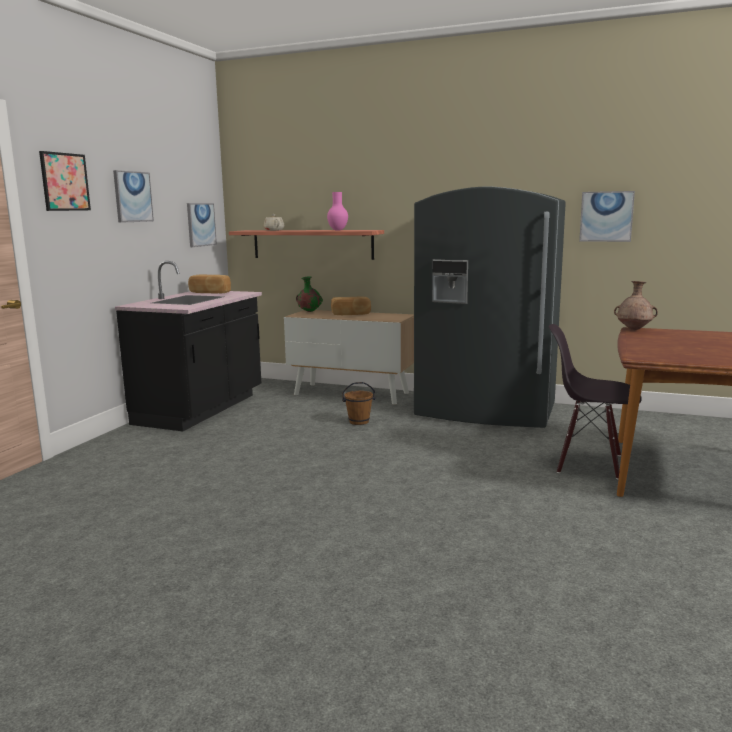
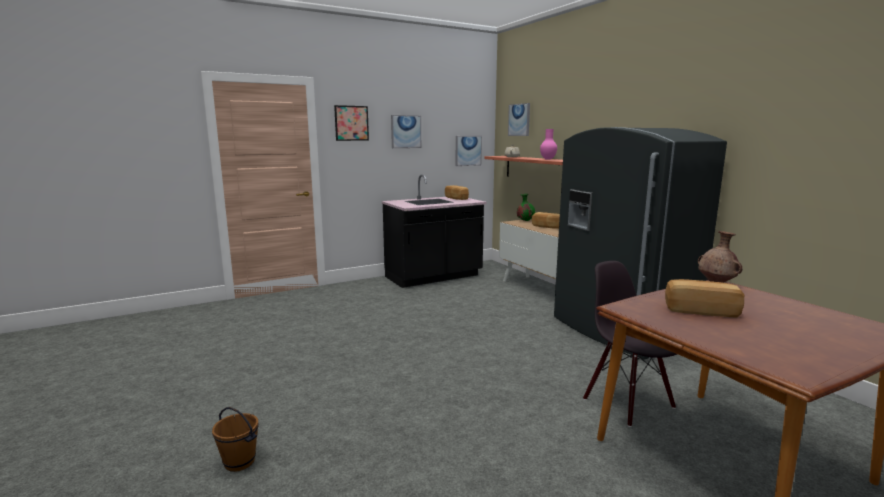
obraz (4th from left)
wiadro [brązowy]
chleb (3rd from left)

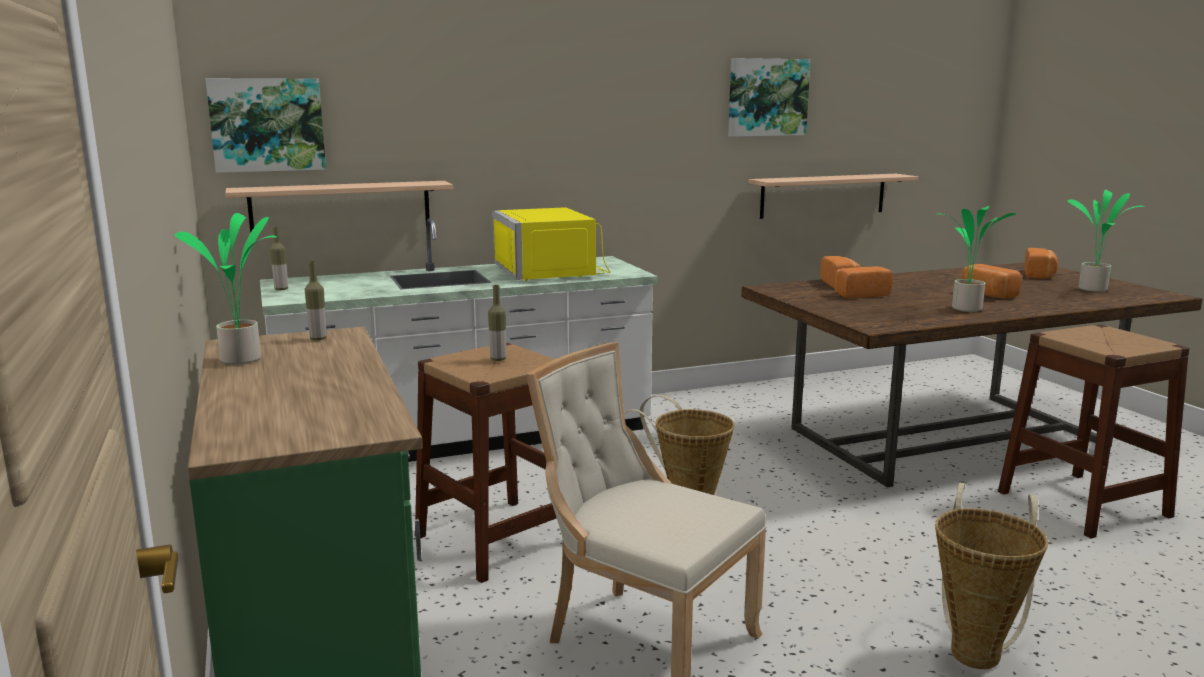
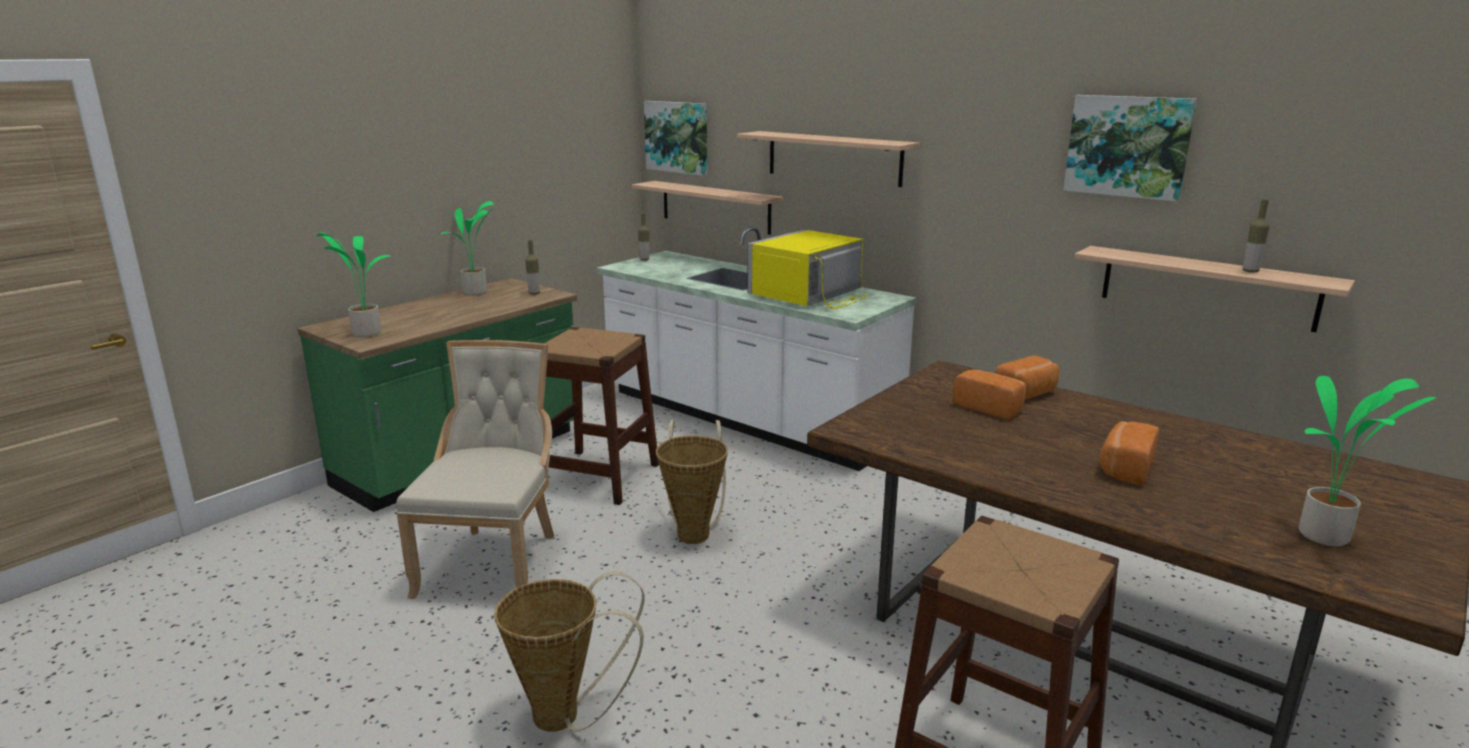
roślina doniczkowa (1st from left)
chleb (4th from left in the first image)
butelka (3rd from left)
półka (2nd from left)

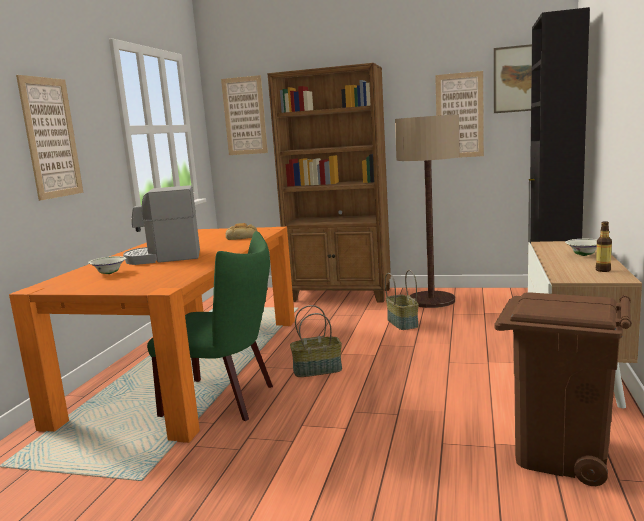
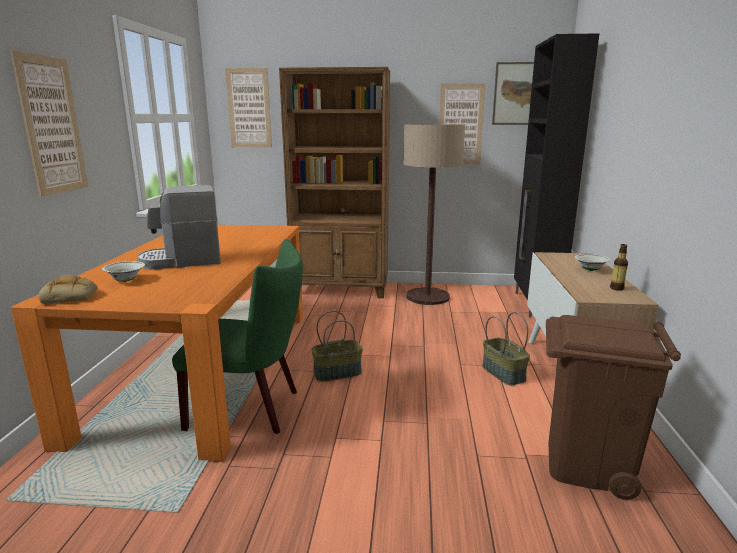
chleb
koszyk (2nd from left)

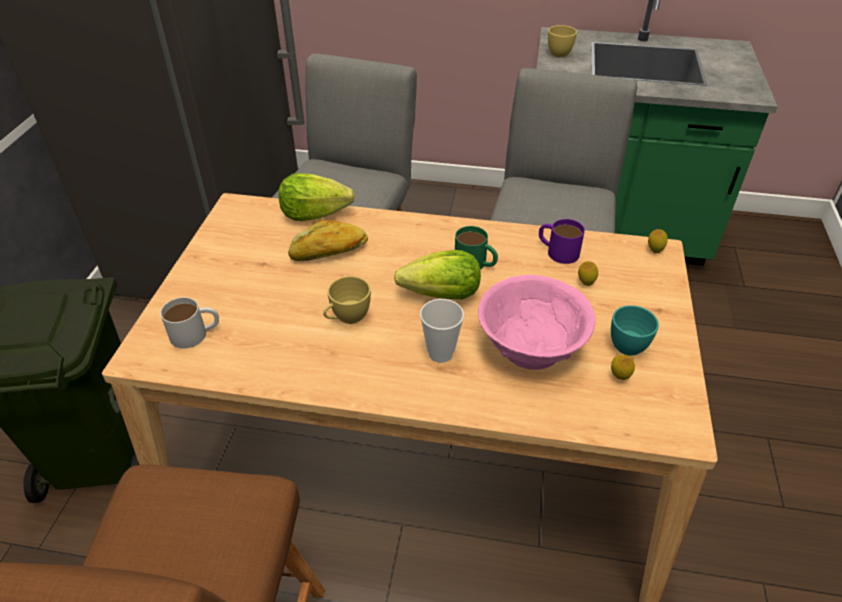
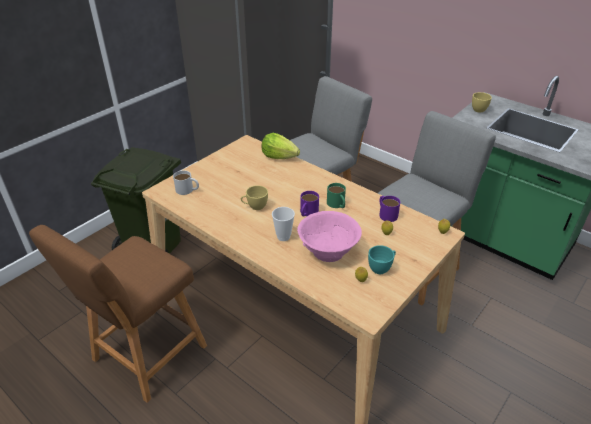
chleb
kubek [fioletowy] (1st from left)

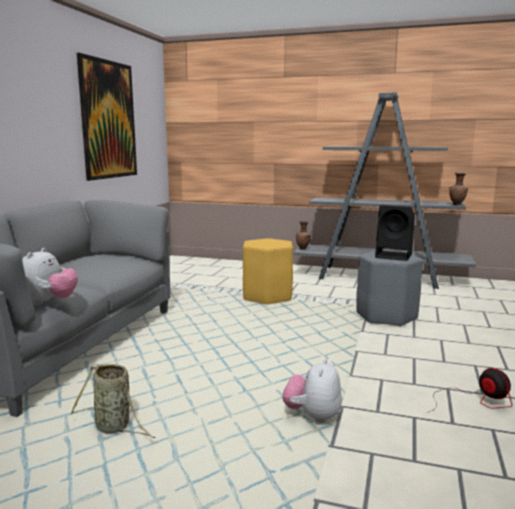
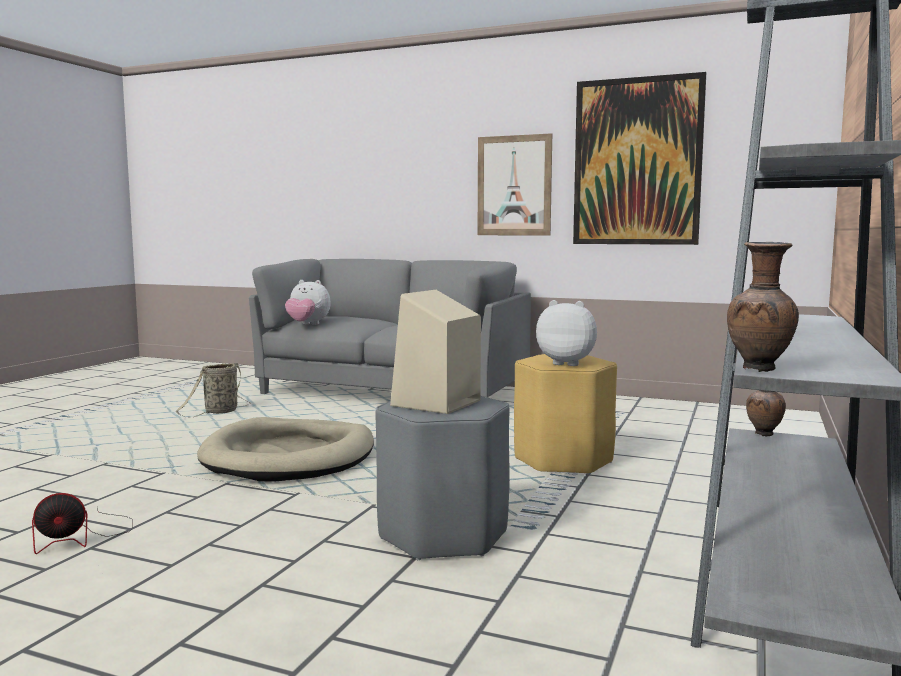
głośnik [beżowy]
pluszak (2nd from left)
obraz (1st from left)
legowisko [beżowy]

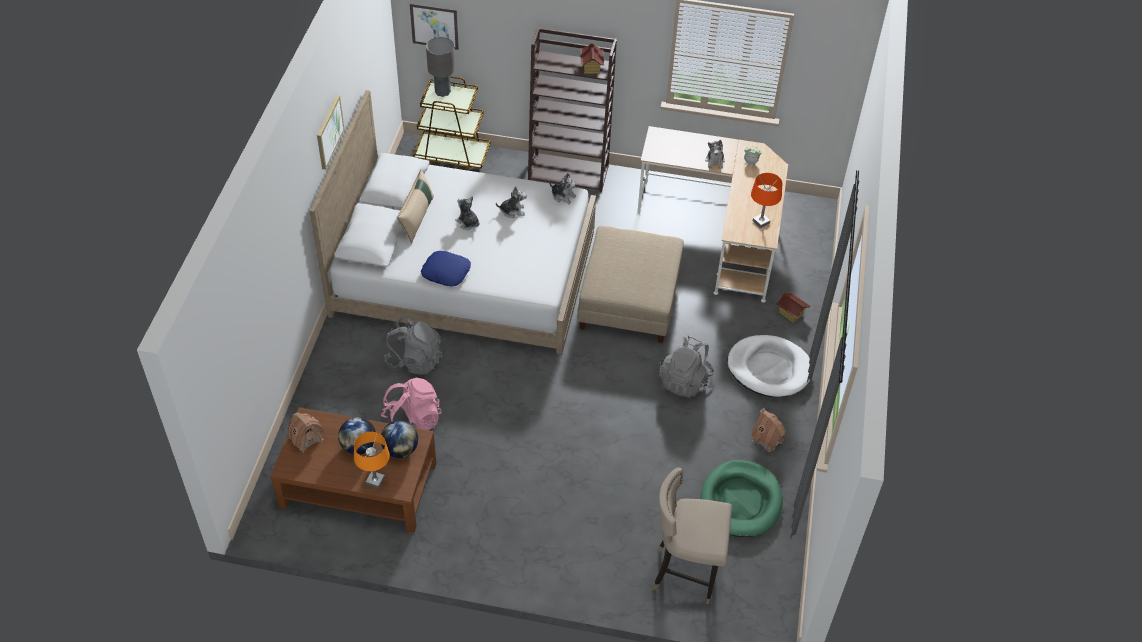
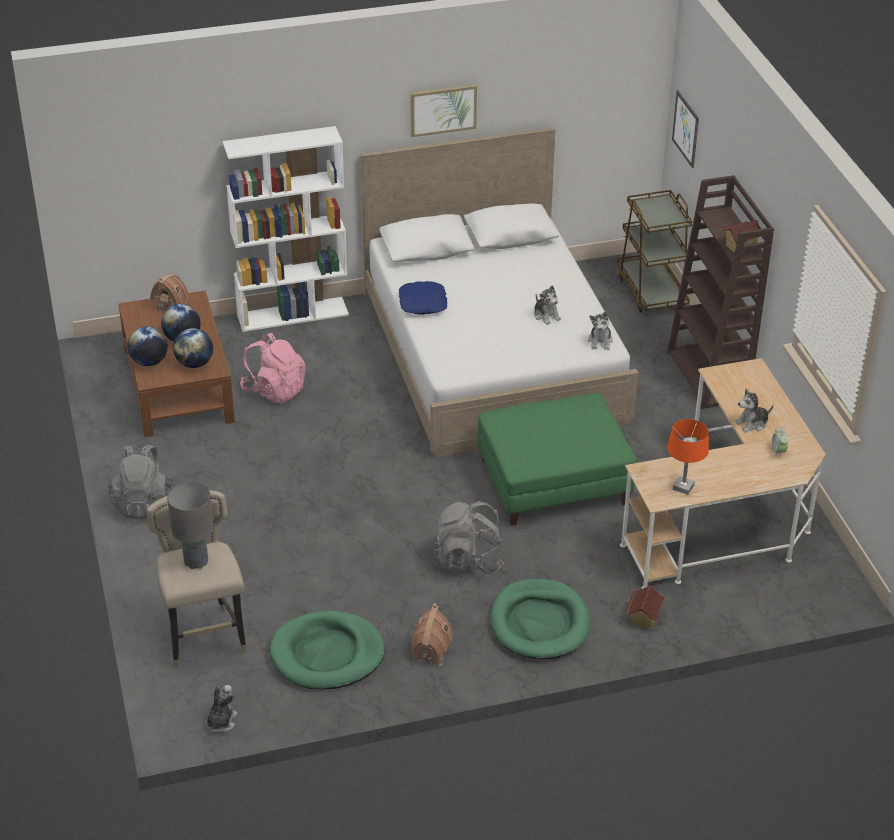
lampa stołowa [szary]
poduszka [beżowy]
pluszak (1st from left)
pufa [zielony]
plecak [szary] (1st from left)
legowisko [zielony] (2nd from left)
globus (1st from left)
regał [biały]

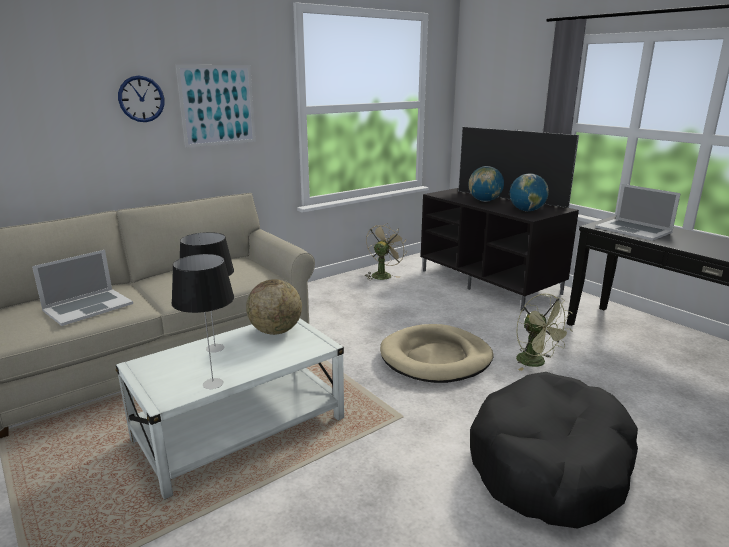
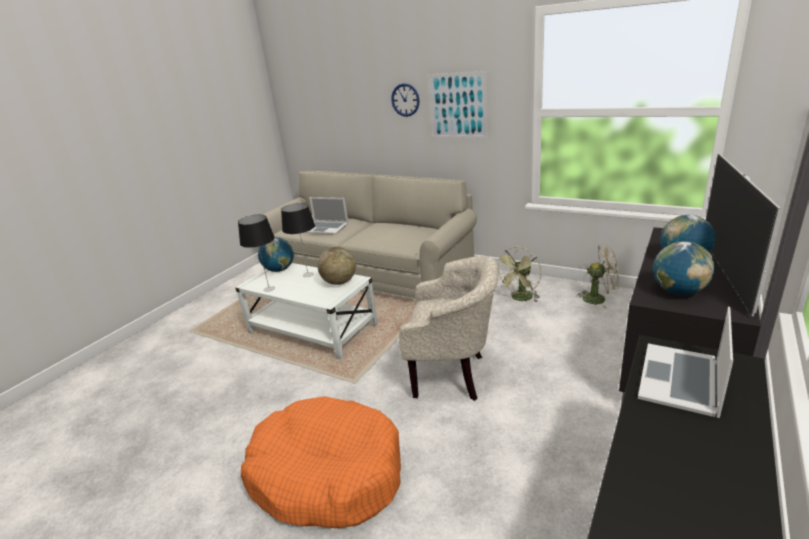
wentylator [zielony]
fotel [beżowy]
legowisko [pomarańczowy]
globus (1st from left)

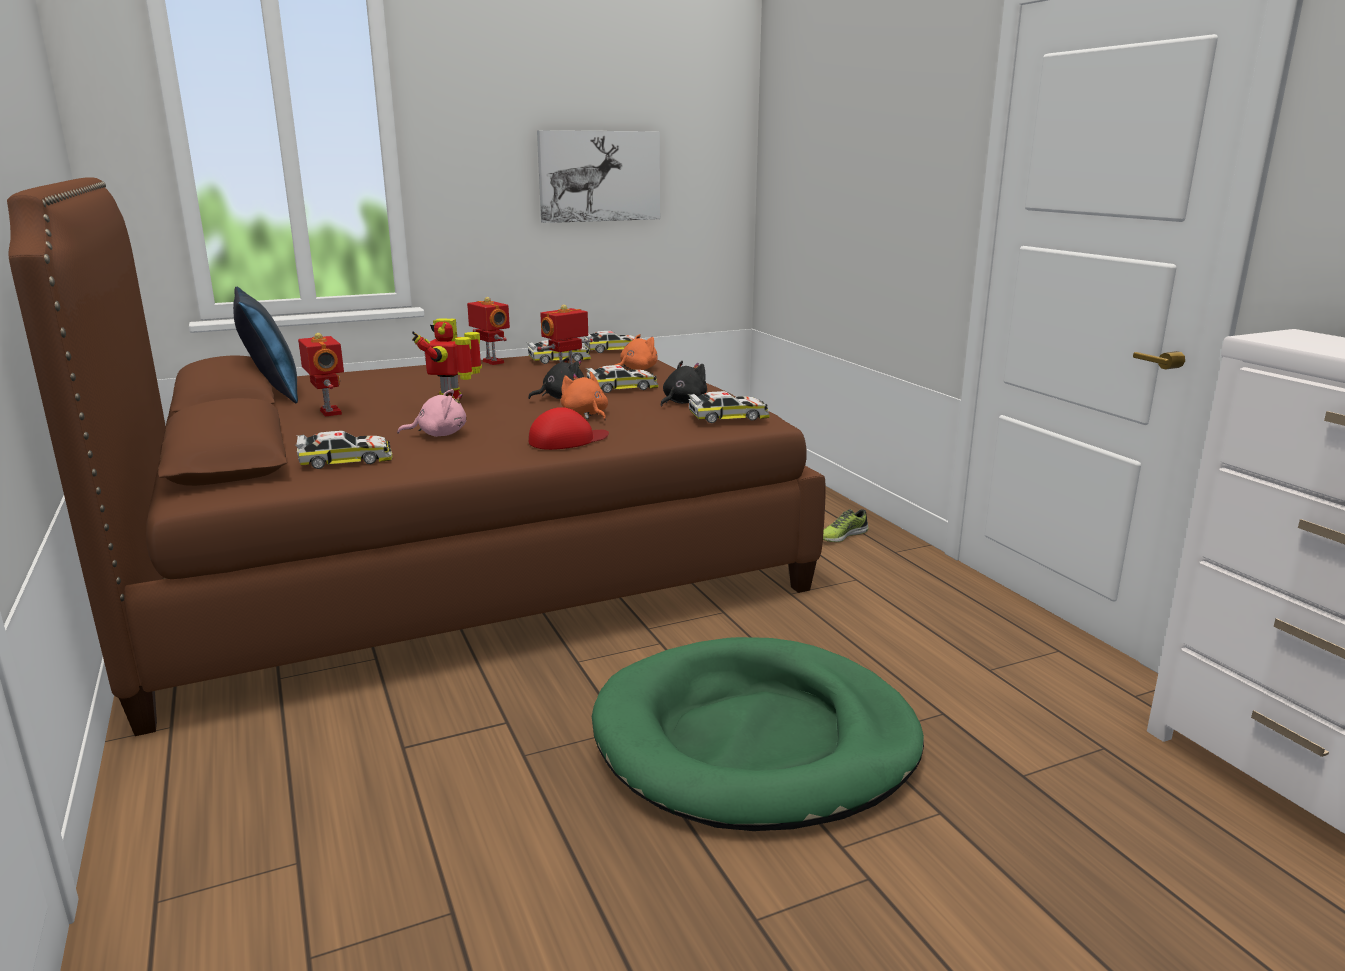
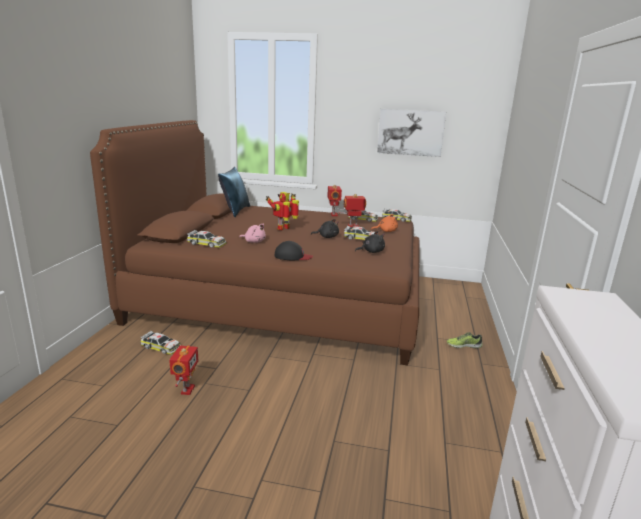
robot zabawkowy (1st from left)
pluszak [pomarańczowy] (1st from left in the first image)
samochodzik (1st from left)
czapka z daszkiem [czarny]
legowisko [zielony]

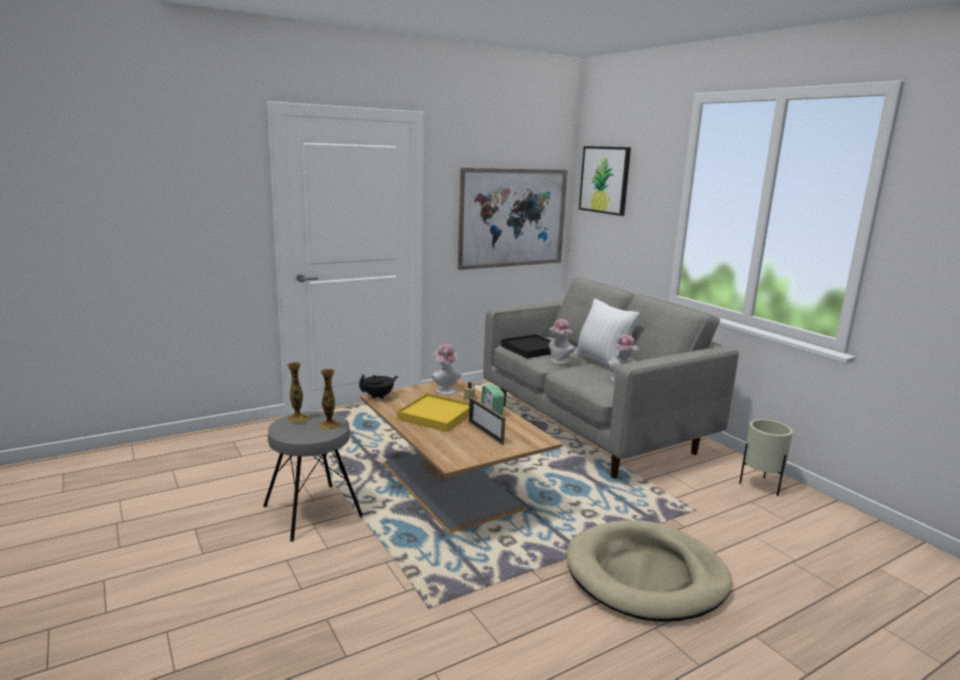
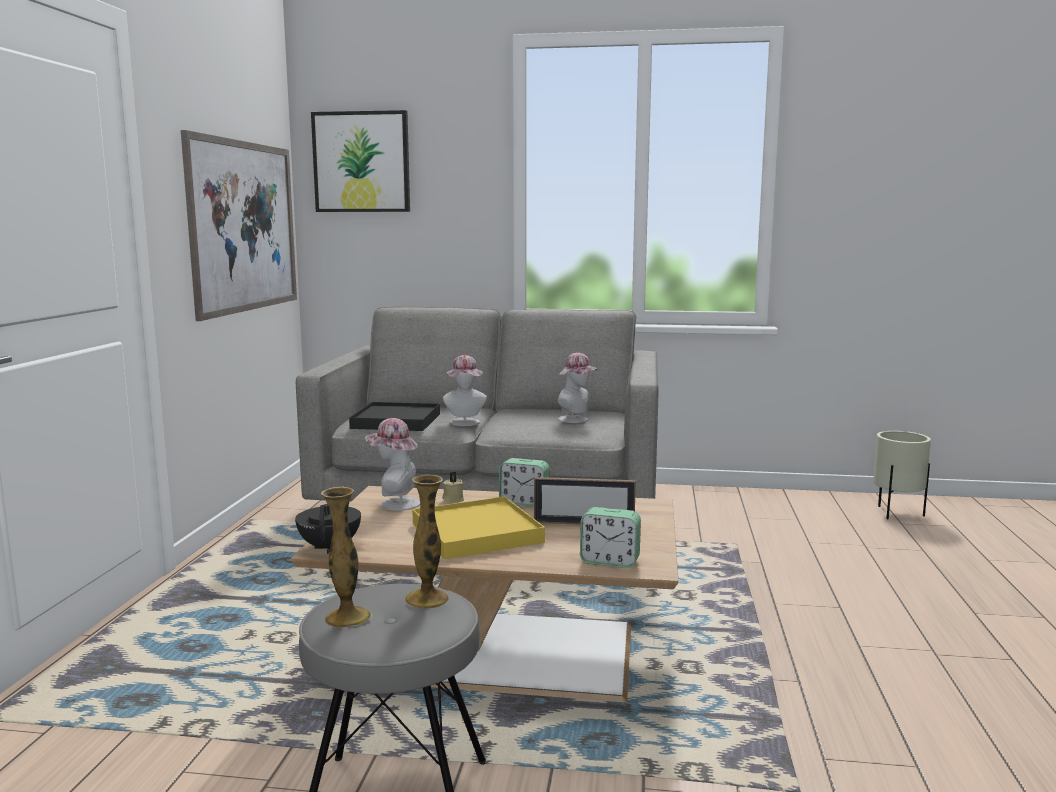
poduszka [biały]
donica [beżowy]
legowisko [beżowy]
budzik (2nd from left)

